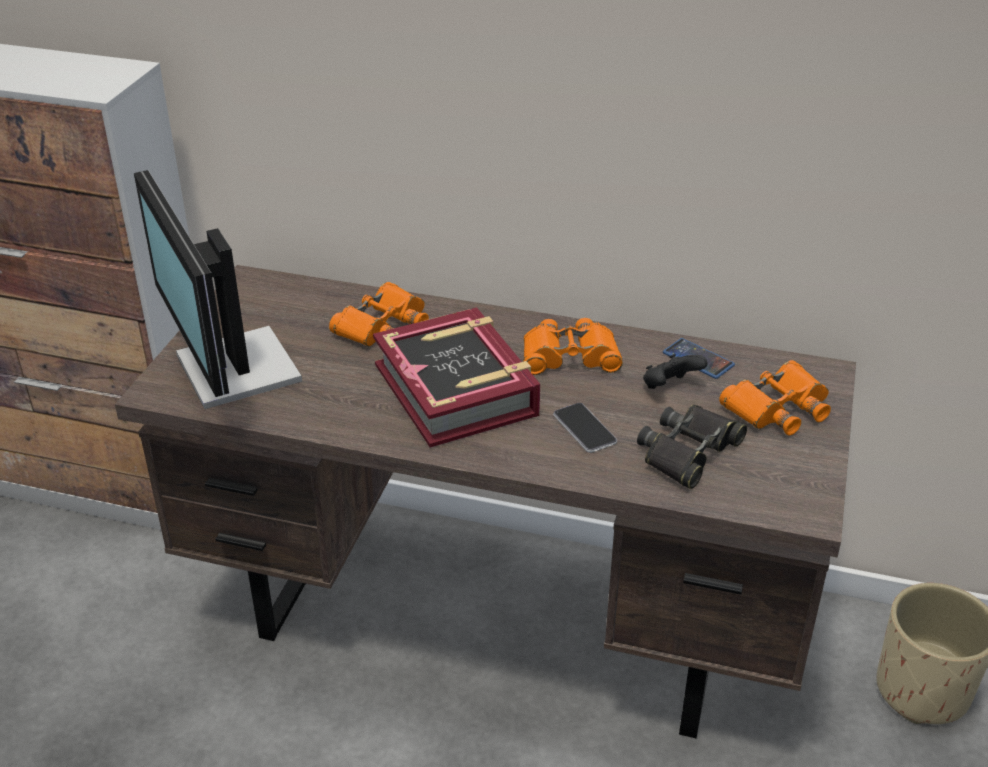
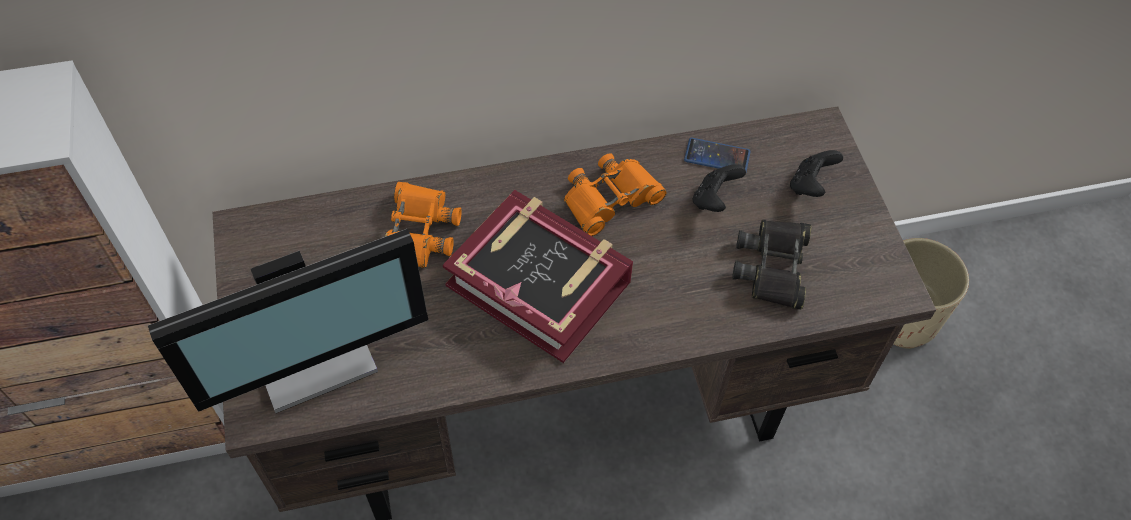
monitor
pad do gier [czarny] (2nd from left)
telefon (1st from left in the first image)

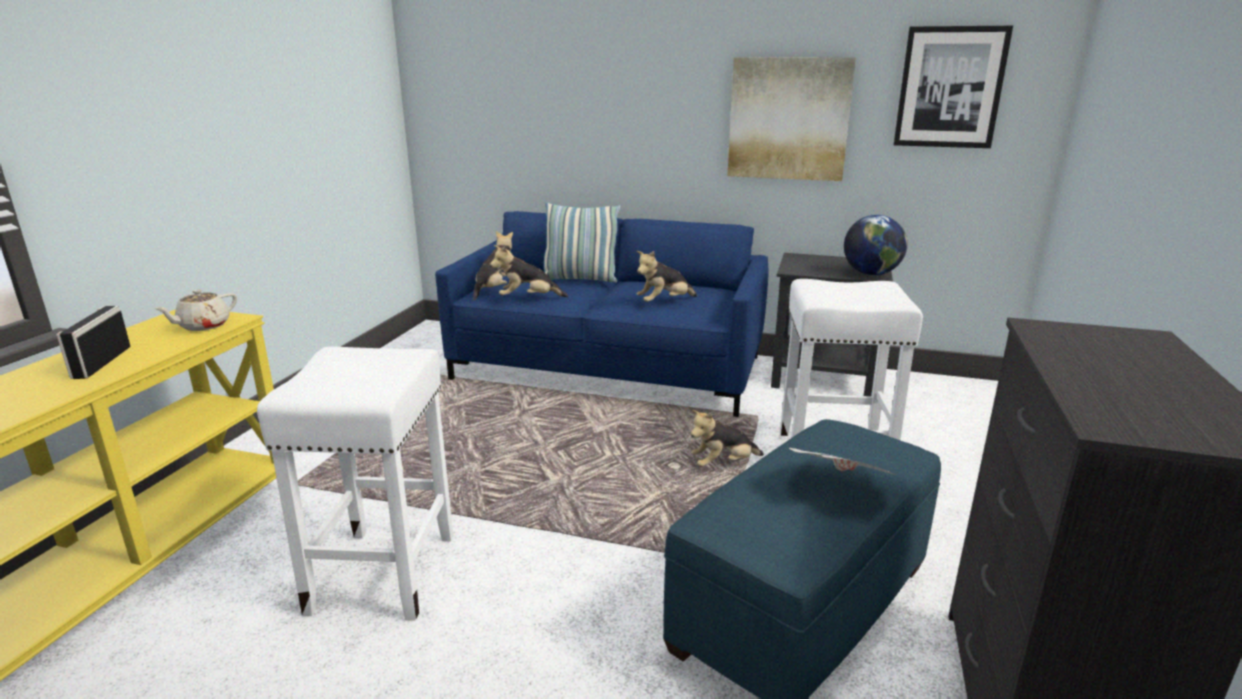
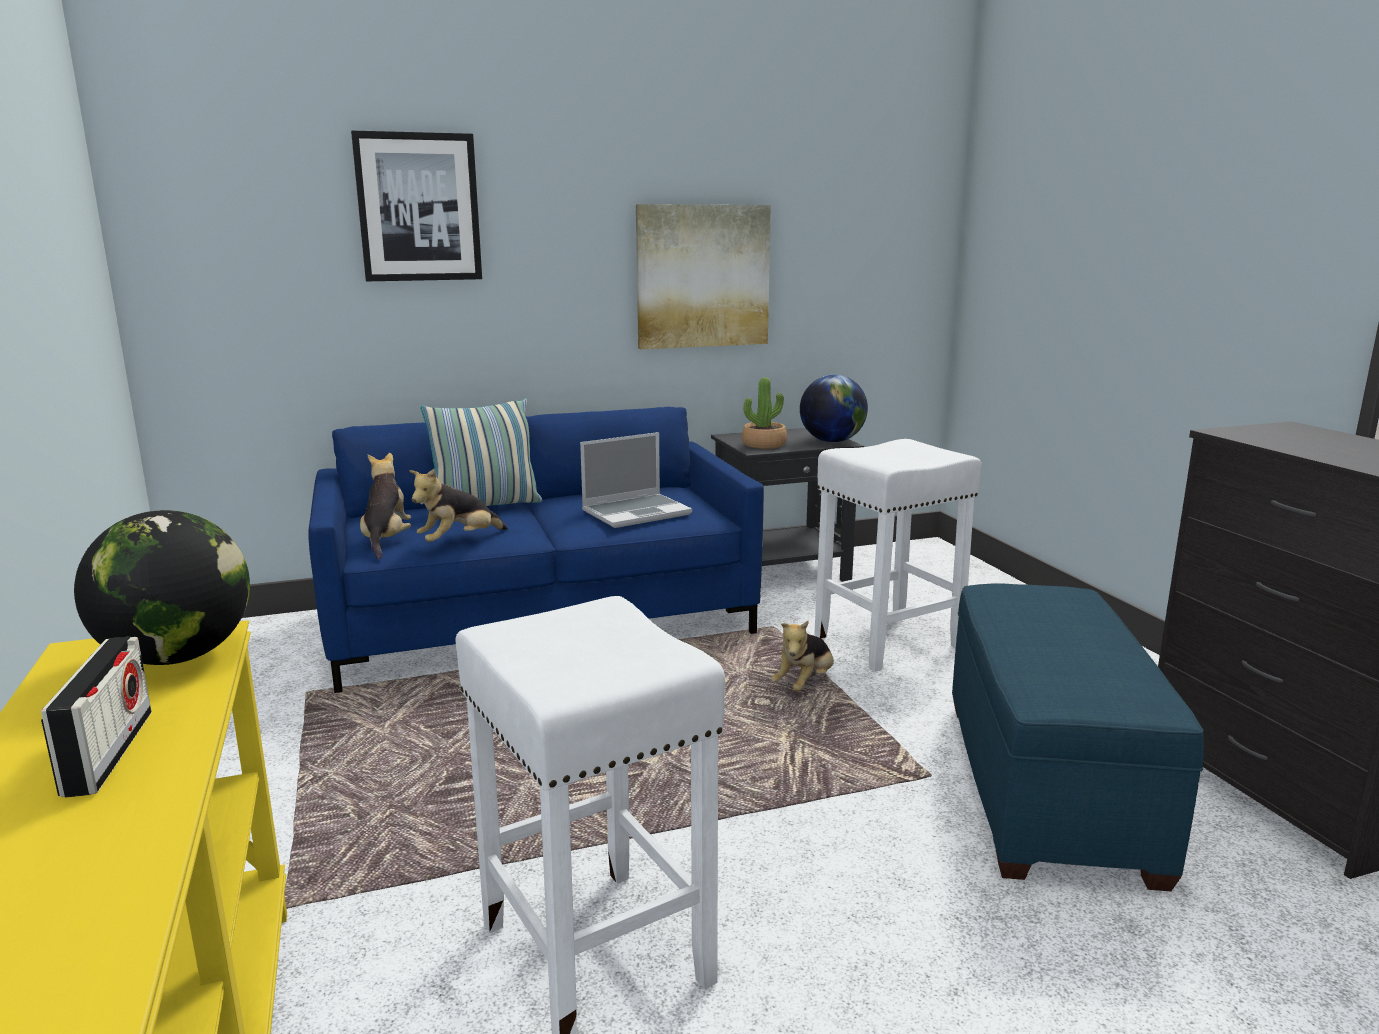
obraz (1st from left)
laptop
globus (1st from left)
radio
gazeta
roślina doniczkowa

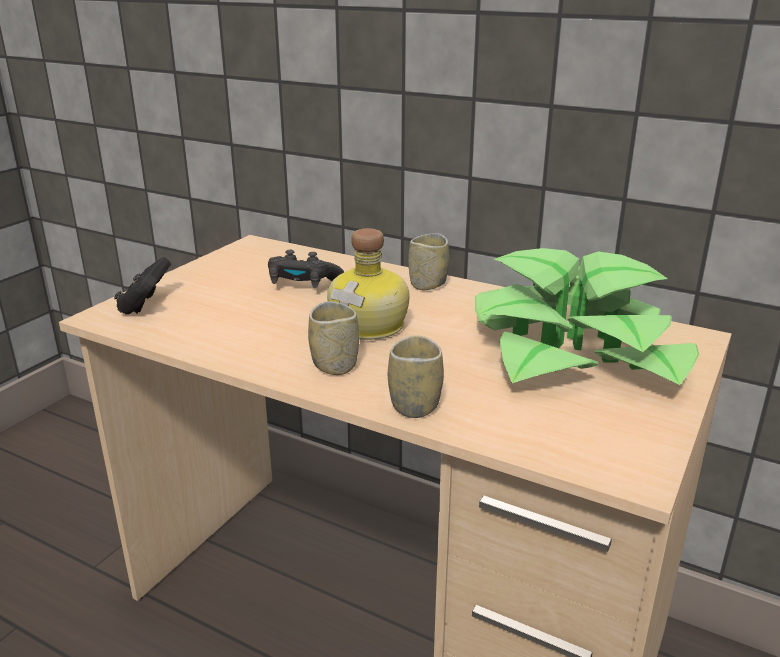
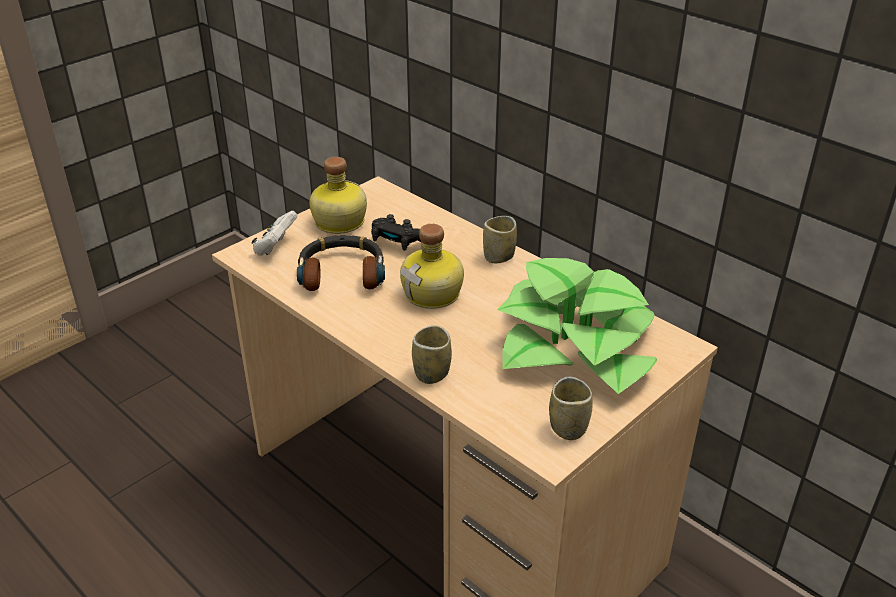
pad do gier [biały]
filiżanka (3rd from left)
butelka (1st from left)
słuchawki

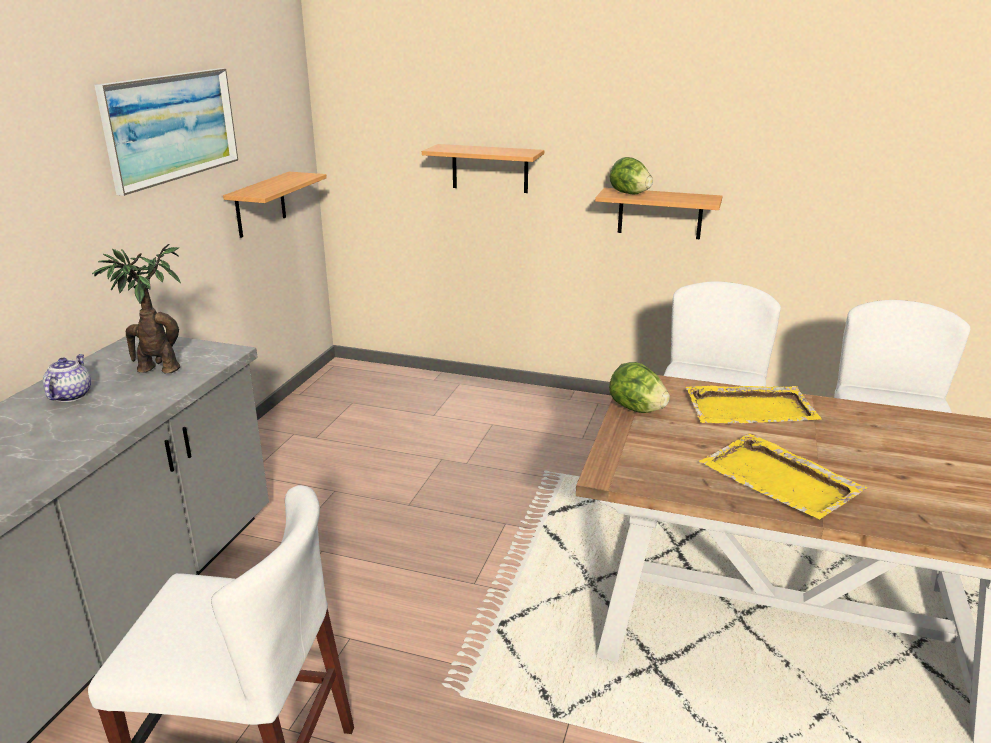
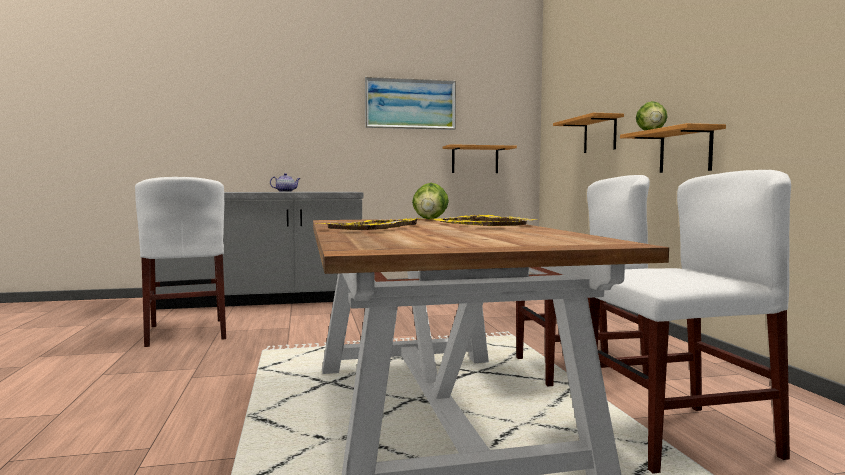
roślina doniczkowa

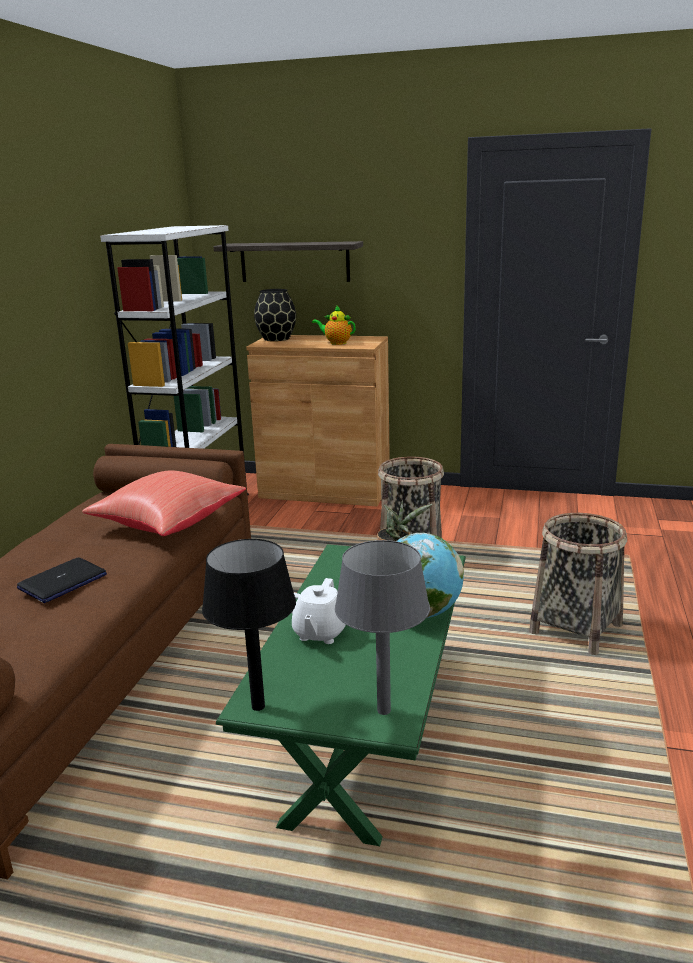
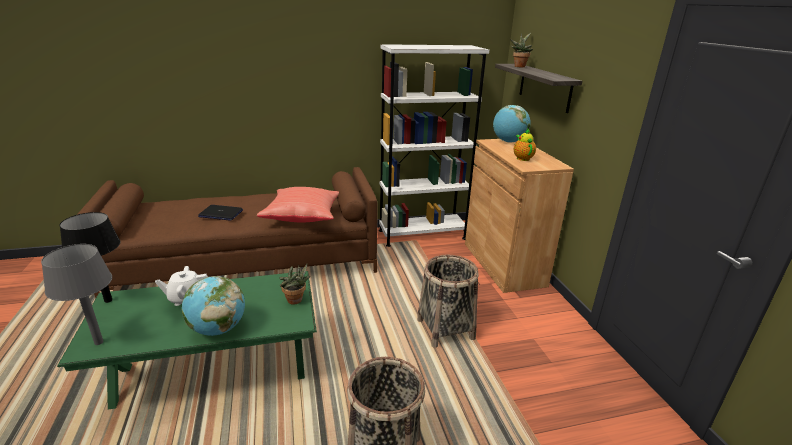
globus (2nd from left)
roślina doniczkowa (2nd from left)

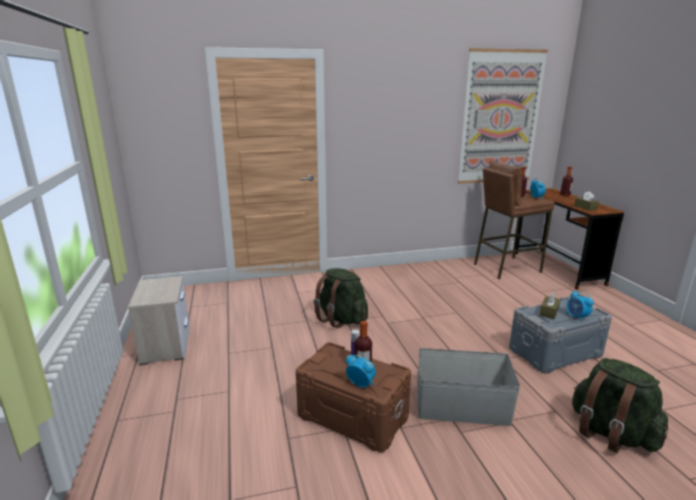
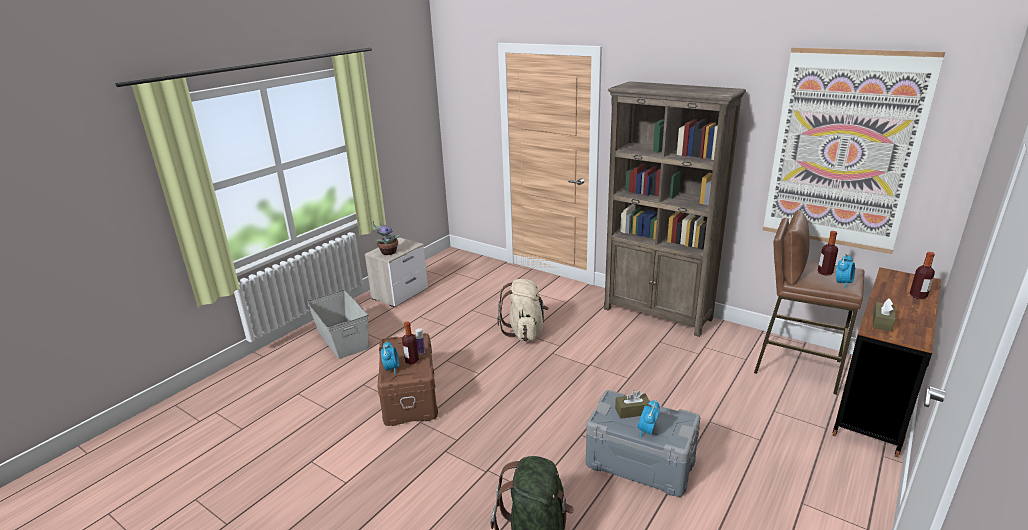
plecak [beżowy]
pojemnik do przechowywania [szary] (1st from left)
regał [brązowy]
roślina doniczkowa

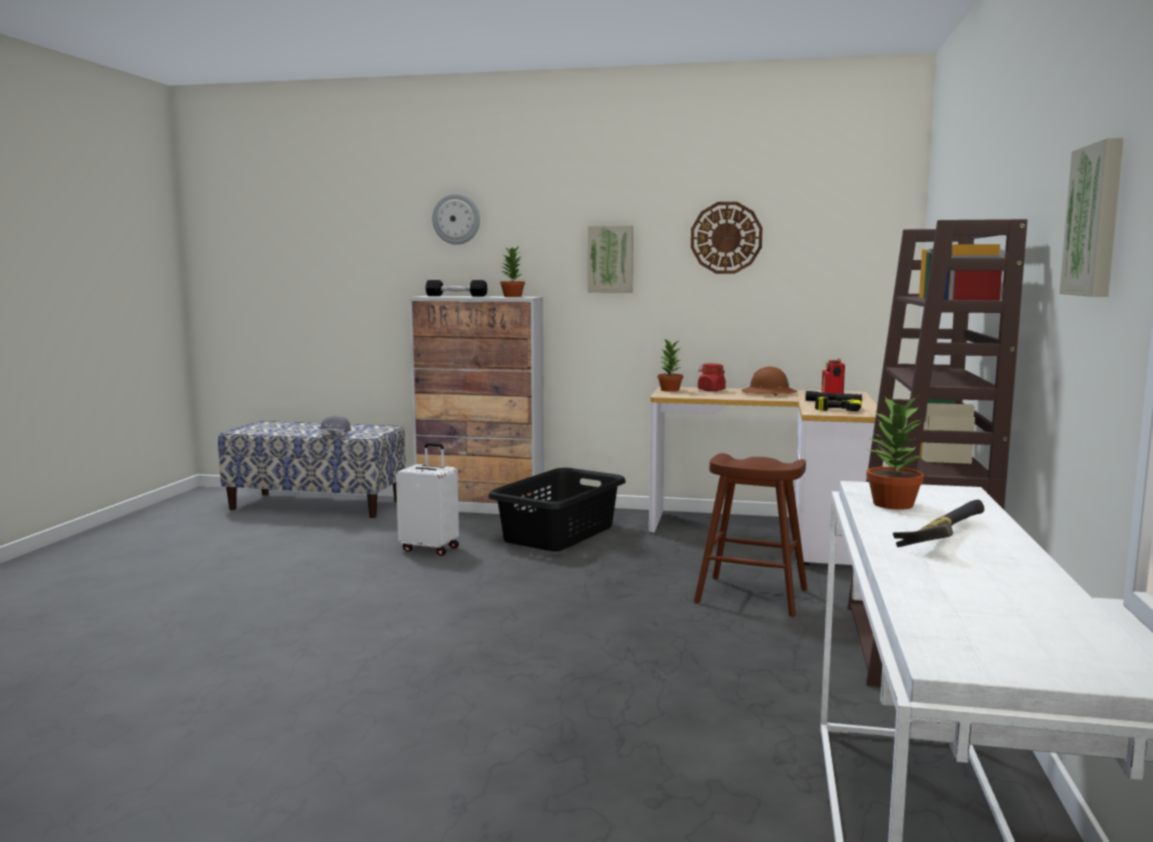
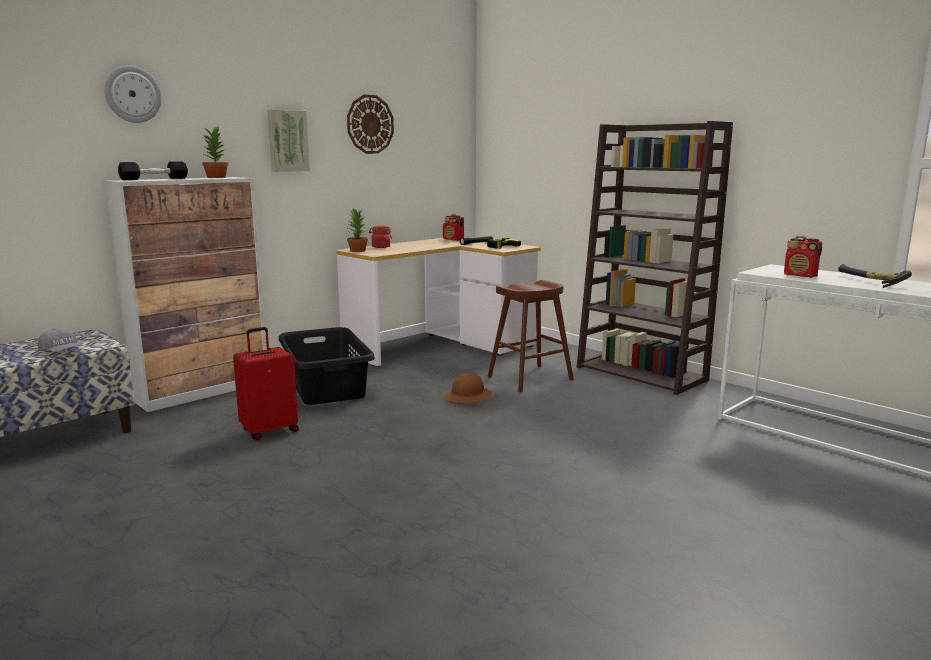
obraz (2nd from left in the first image)
kask [brązowy]
radio (2nd from left)
walizka [czerwony]

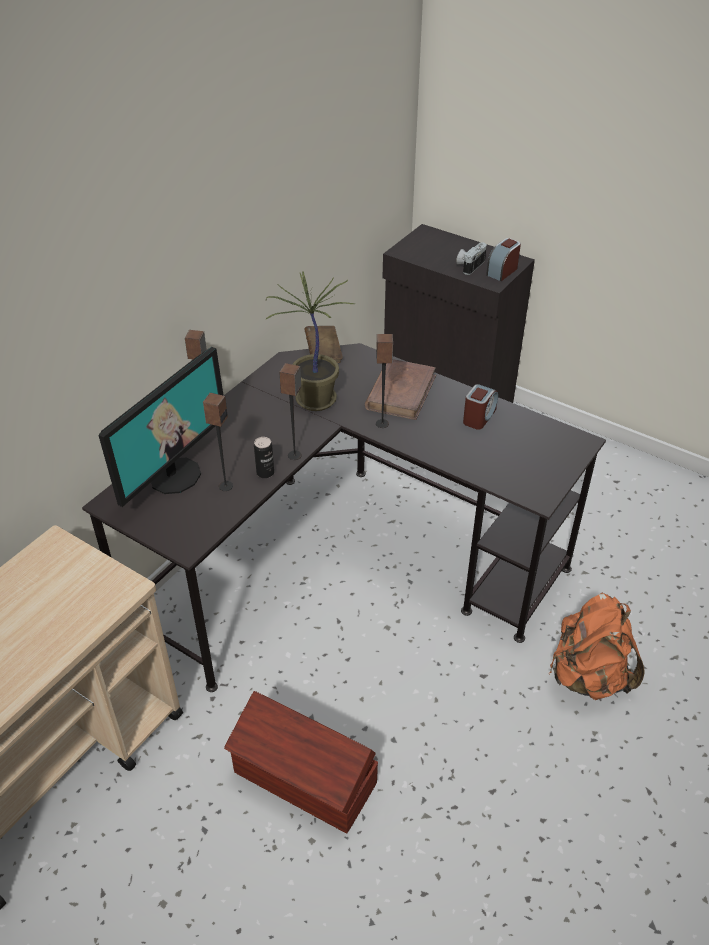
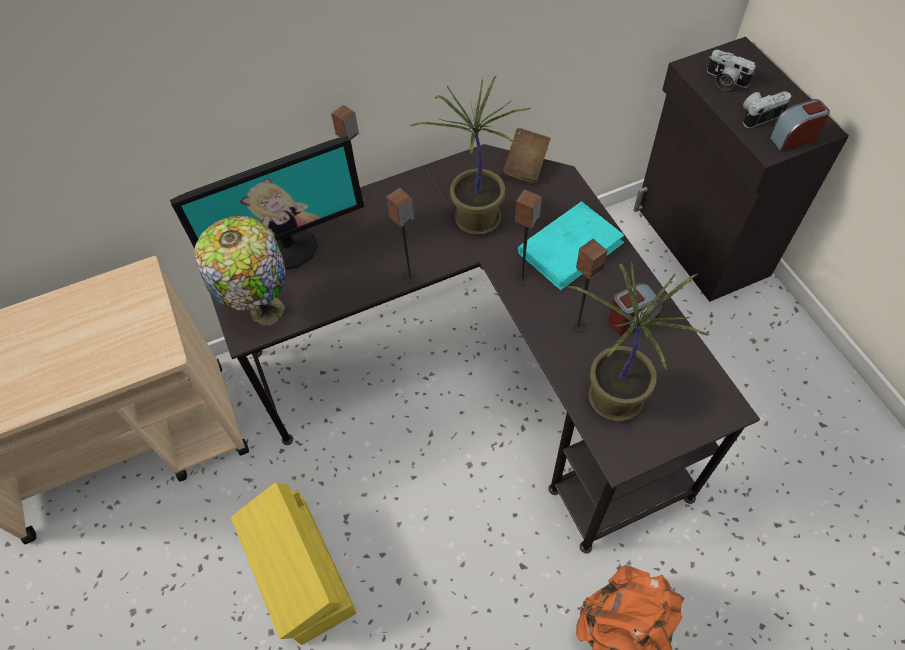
książka [turkusowy]
głośnik (4th from left)
puszka
pojemnik do przechowywania [żółty]
aparat fotograficzny (1st from left)
lampa stołowa
roślina doniczkowa (2nd from left)

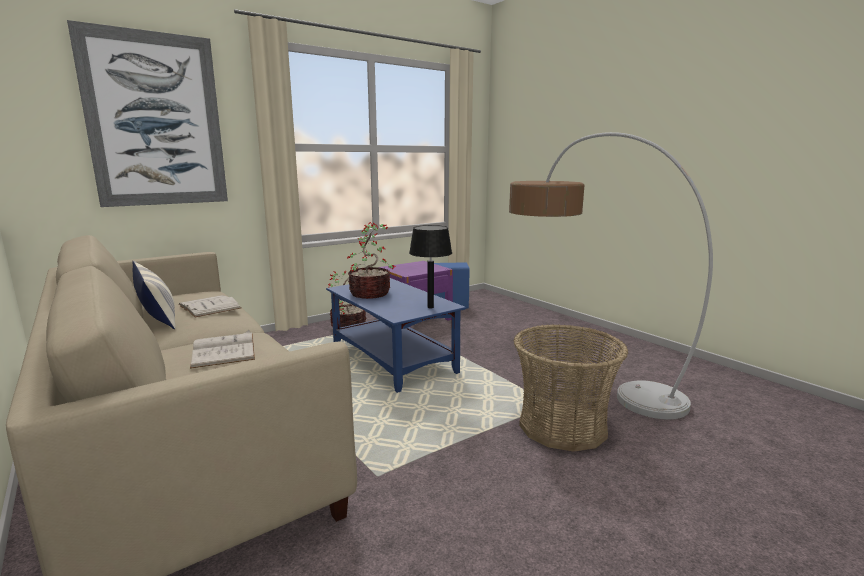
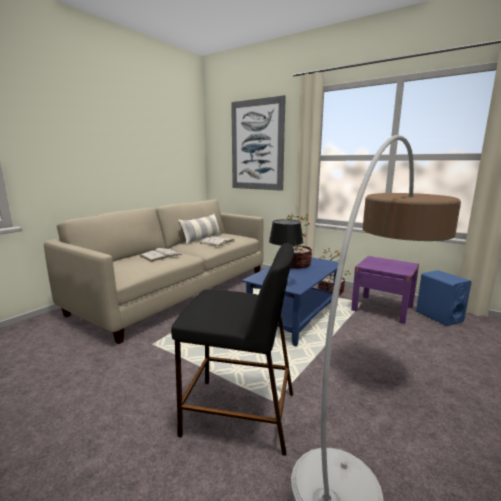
stołek [czarny]

